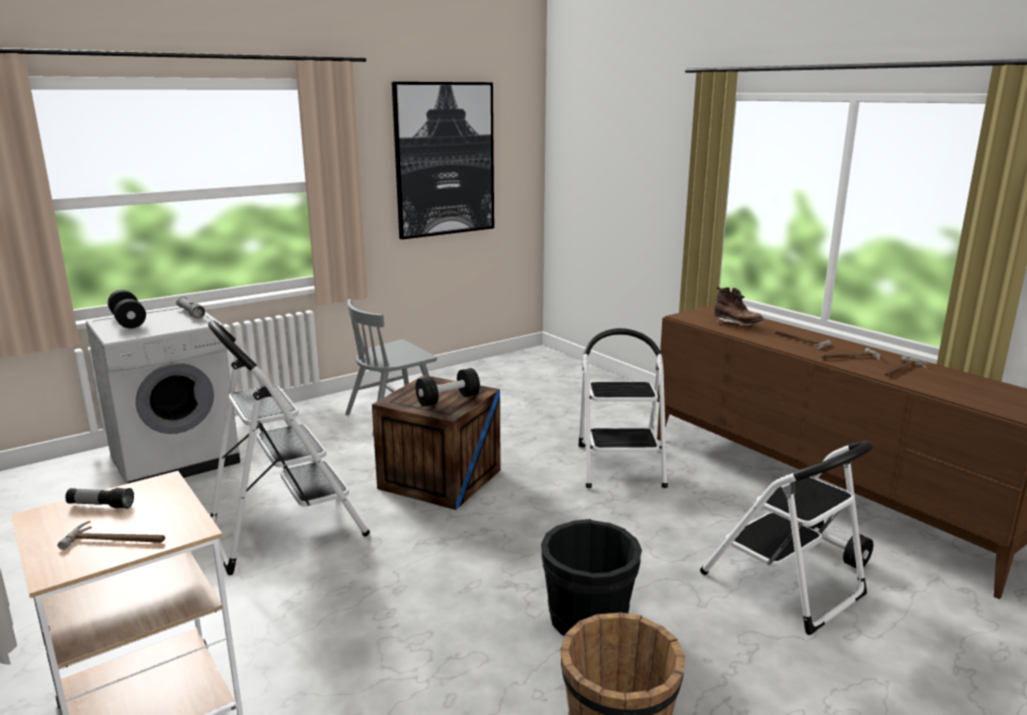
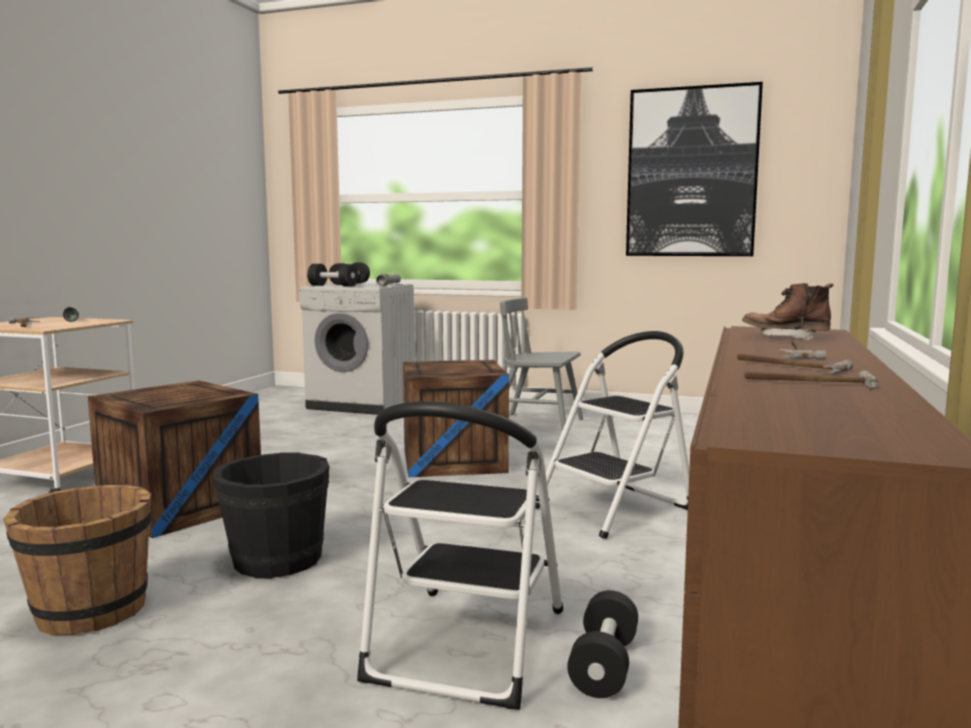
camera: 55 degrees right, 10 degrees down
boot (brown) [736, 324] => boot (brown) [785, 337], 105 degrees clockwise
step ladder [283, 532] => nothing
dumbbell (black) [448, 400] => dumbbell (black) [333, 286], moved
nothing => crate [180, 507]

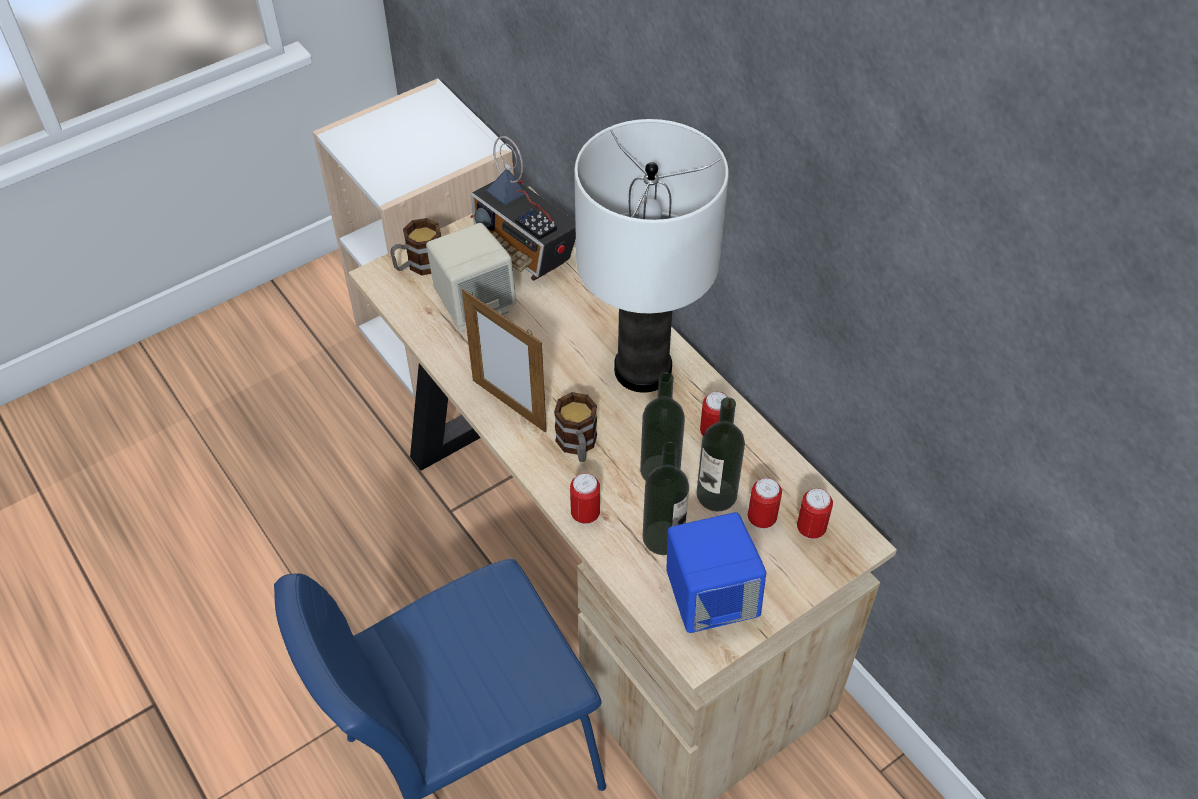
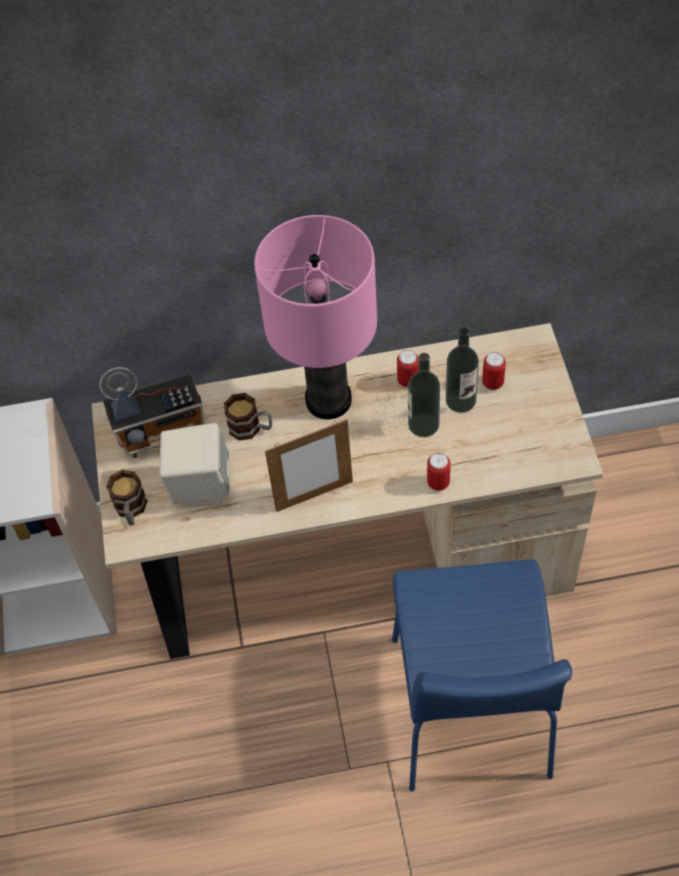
camera: 60 degrees left, 5 degrees up
table lamp (white) [642, 370] => table lamp (pink) [328, 401]
mug [578, 445] => mug [251, 428], moved
bottle [663, 538] => nothing
can [810, 529] => nothing
speaker (blue) [710, 600] => nothing

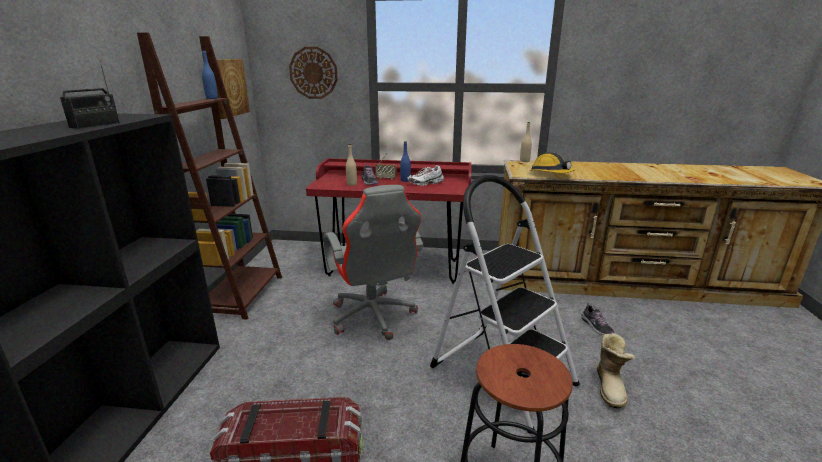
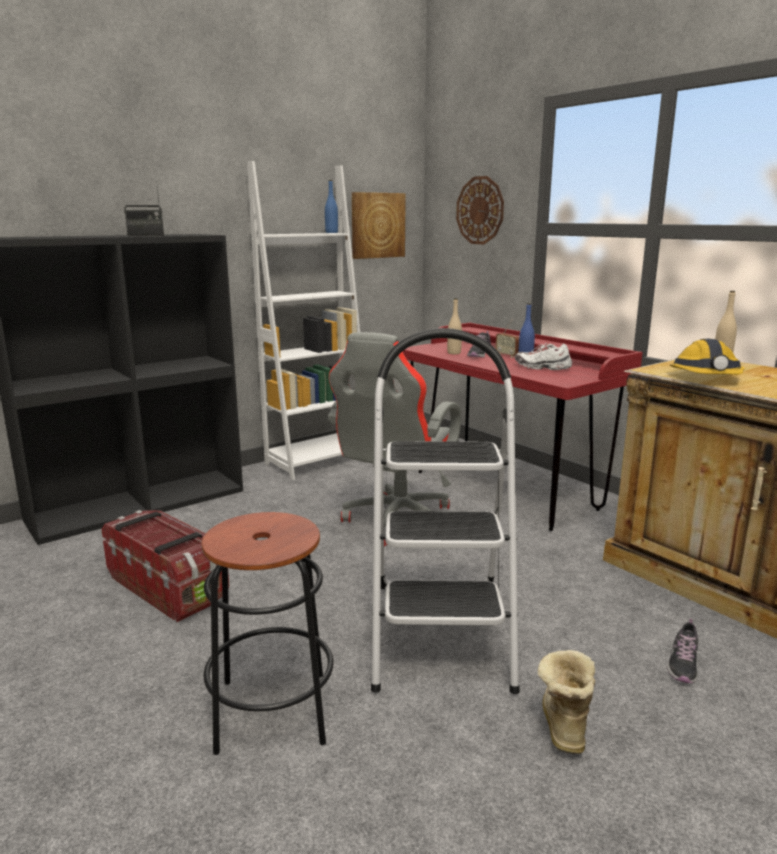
camera: 45 degrees right, 5 degrees down
bookcase (brown) [243, 295] => bookcase (white) [319, 460]
boot [611, 387] => boot [562, 724], 135 degrees clockwise

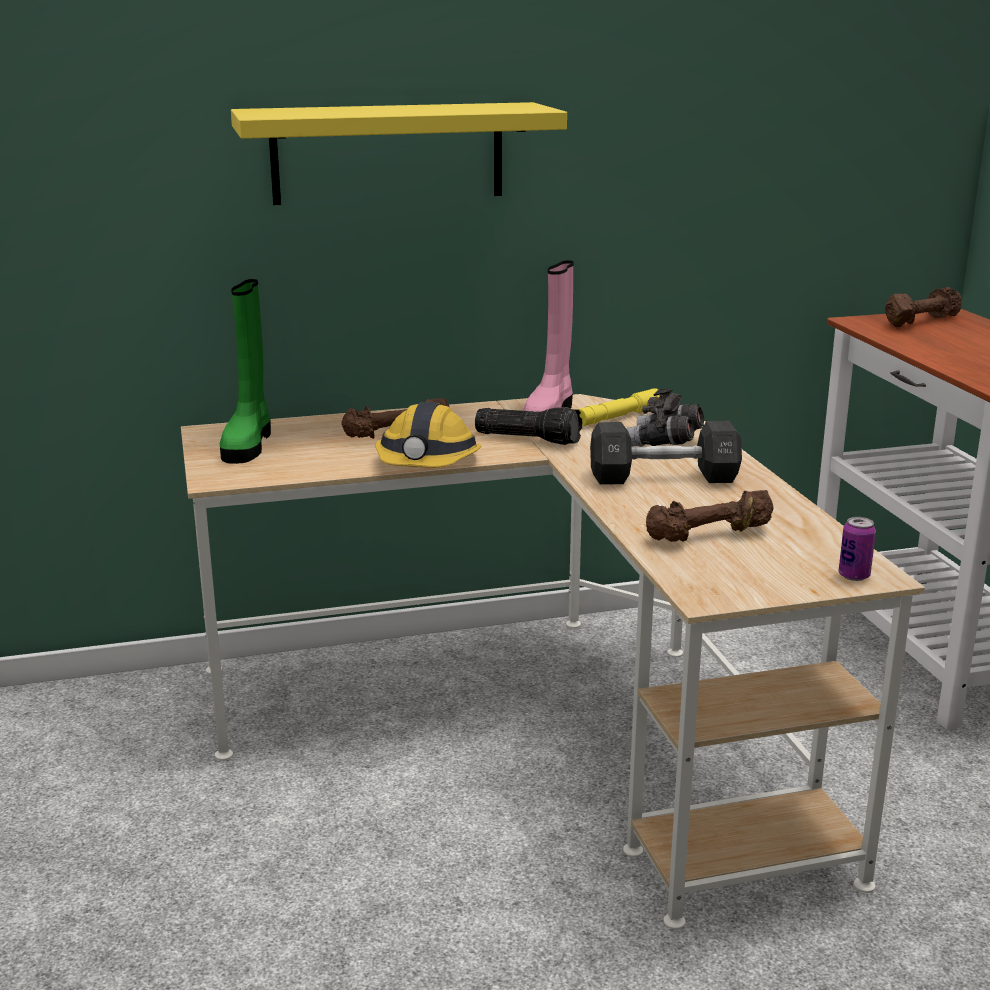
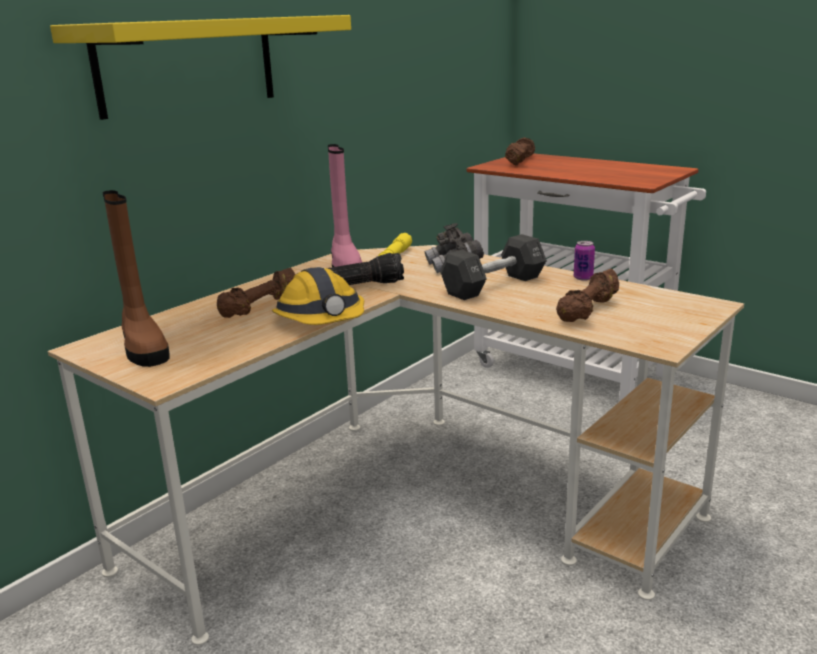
camera: 35 degrees left, 0 degrees up
boot (green) [248, 444] => boot (brown) [143, 347]
can [854, 575] => can [583, 278], moved

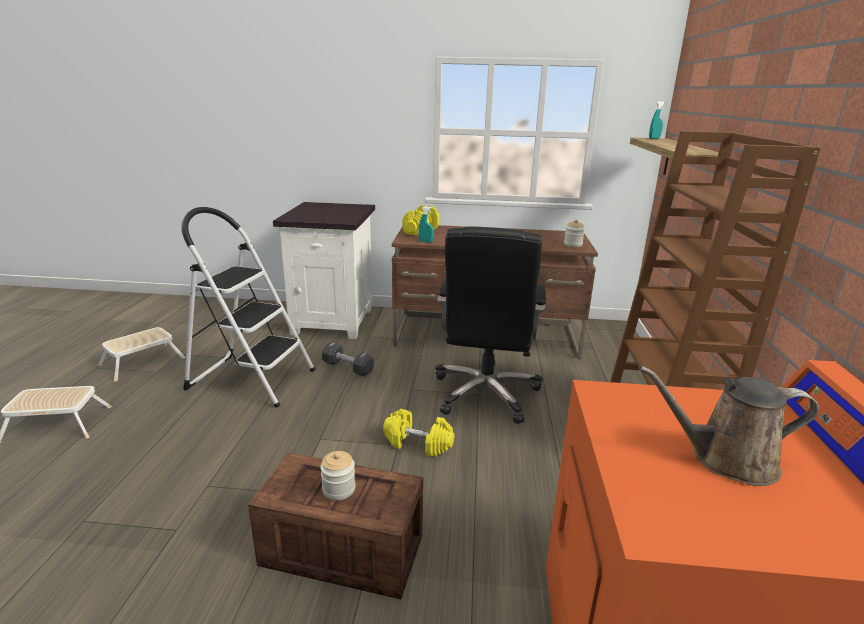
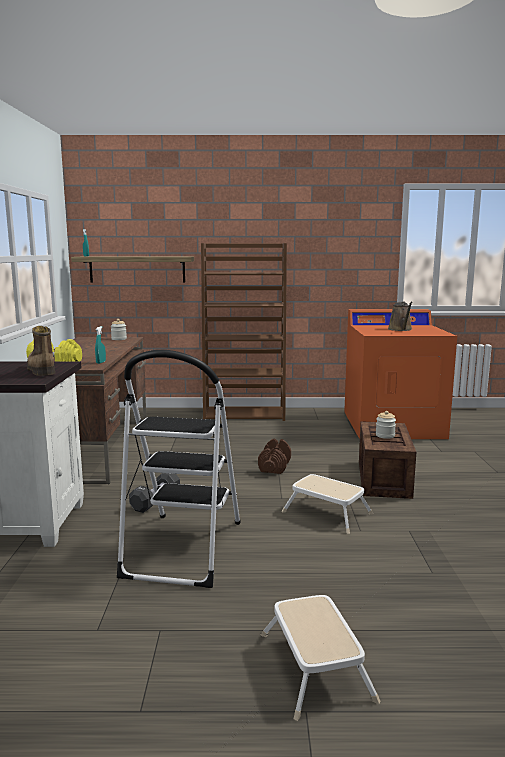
camera: 95 degrees left, 10 degrees down
office chair (black) [485, 392] => nothing
step ladder (beige) [142, 361] => step ladder (beige) [327, 512], moved
dumbbell (yellow) [418, 444] => dumbbell (brown) [274, 466]
nothing => boot [40, 370]

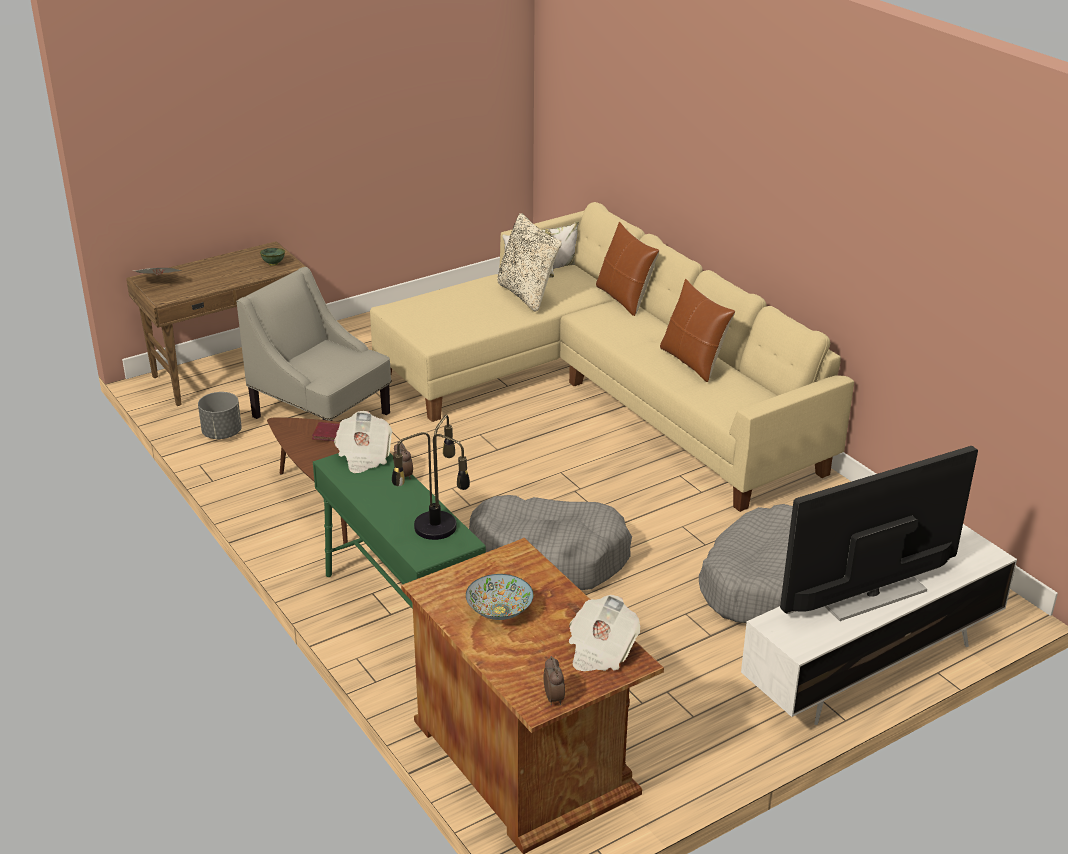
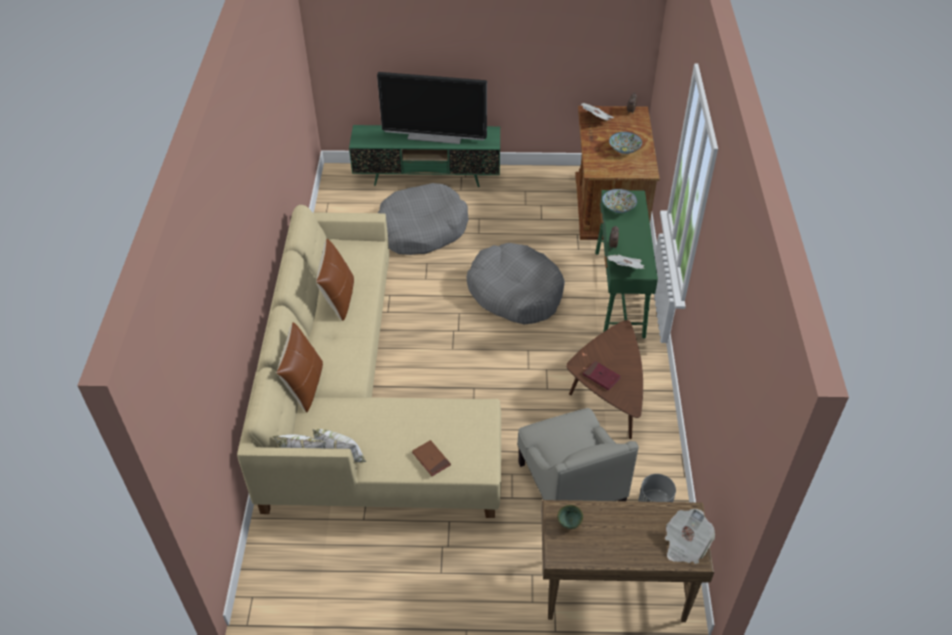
camera: 145 degrees left, 15 degrees up
pillow (beige) [527, 297] => nothing
table lamp [436, 527] => bowl [618, 208]
tv stand (white) [871, 666] => tv stand (green) [428, 177]
nothing => book (brown) [431, 459]

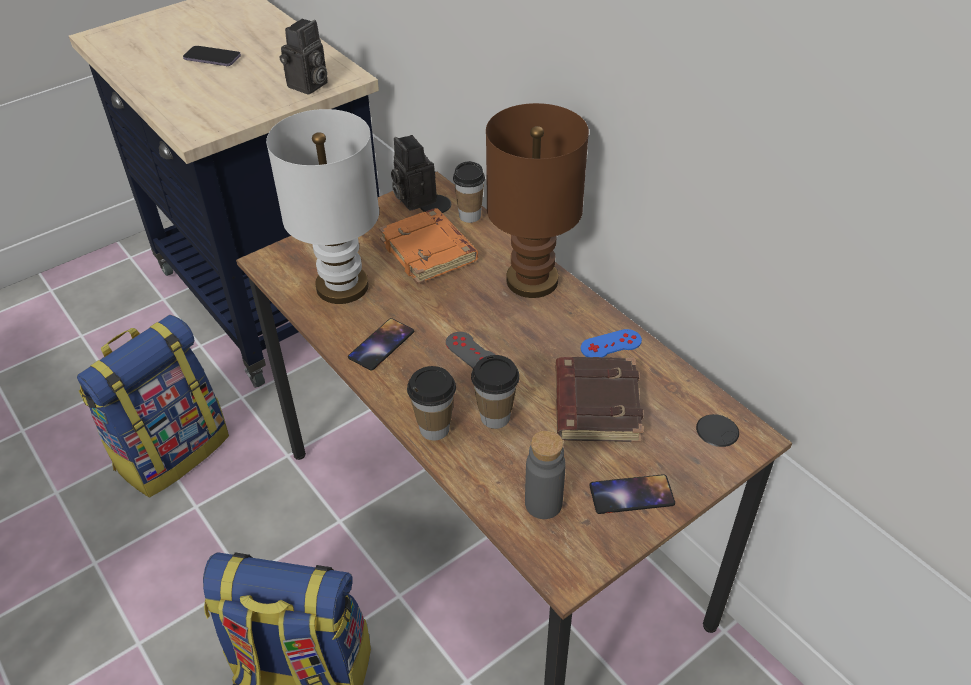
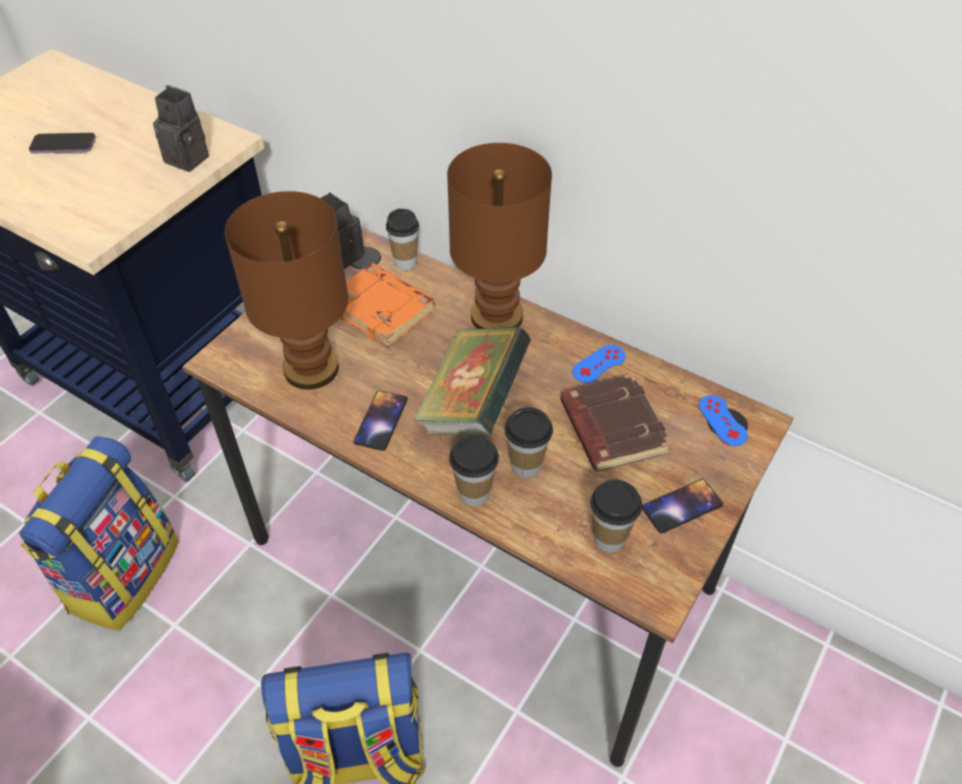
camera: 20 degrees left, 5 degrees up
photo camera [308, 86] => photo camera [190, 158], 75 degrees counterclockwise
table lamp (white) [341, 286] => table lamp (brown) [309, 369]
game controller (grey) [471, 352] => book [473, 405]
bottle (grey) [543, 504] => cup [609, 538]
nothing => game controller (blue) [722, 420]

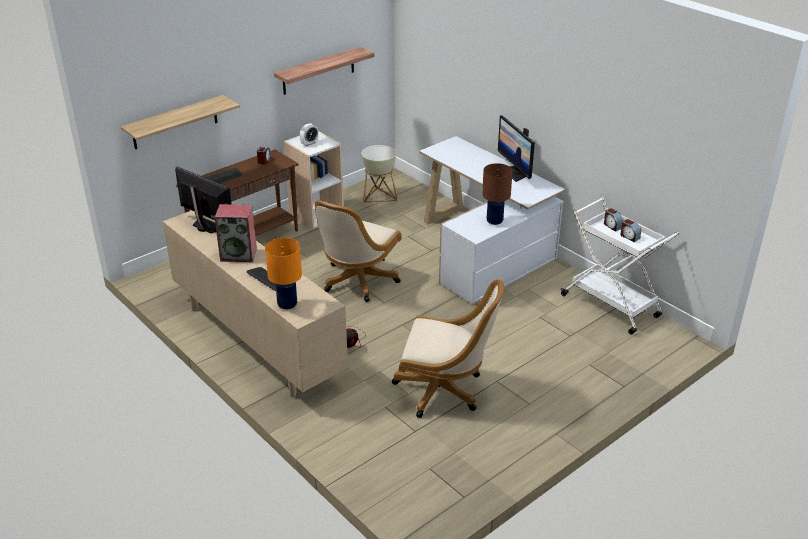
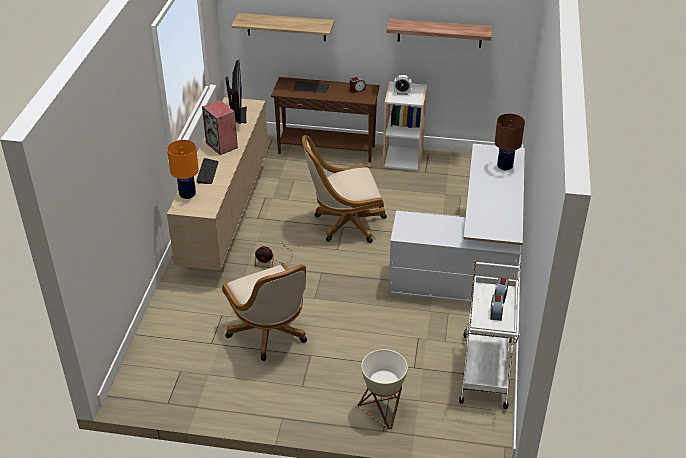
camera: 50 degrees right, 5 degrees up
monitor [515, 173] => nothing
planter [379, 196] => planter [382, 410], moved
table lamp (brown) [495, 222] => table lamp (brown) [504, 167], moved

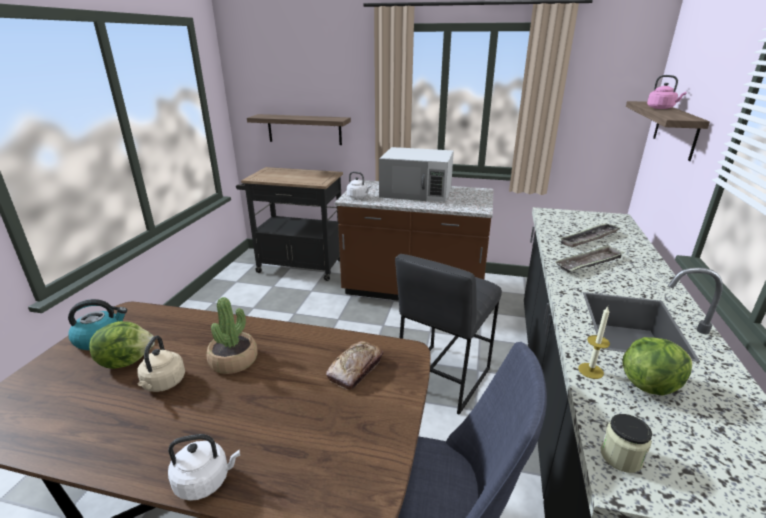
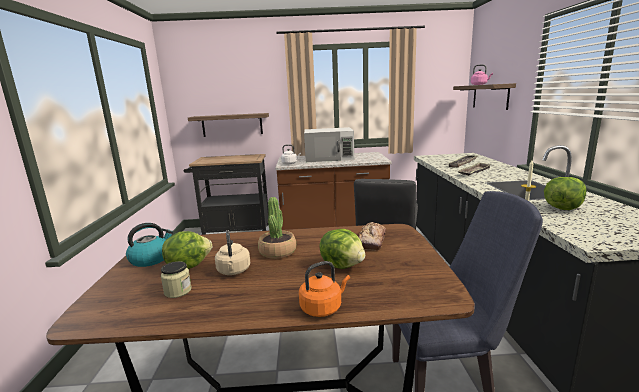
camera: 15 degrees left, 10 degrees down
jar [621, 456] => jar [178, 291], moved
kettle (white) [205, 481] => kettle (orange) [323, 308]
nothing => lettuce [343, 265]

